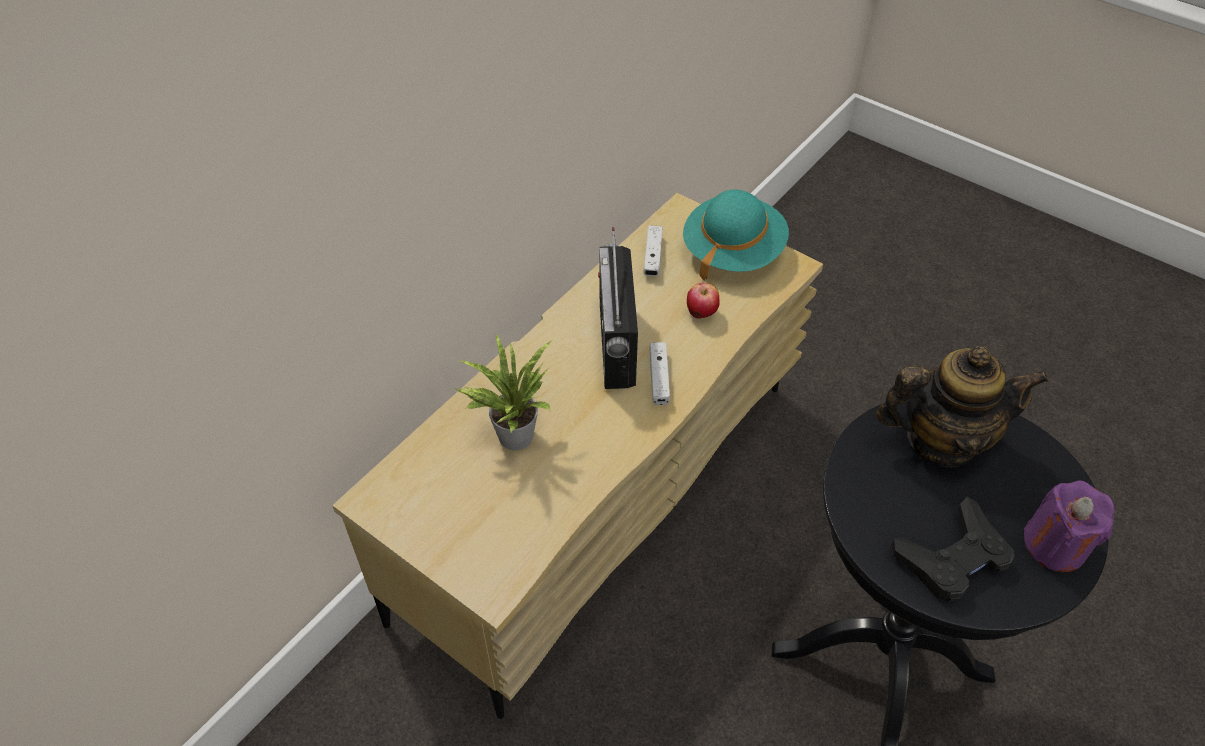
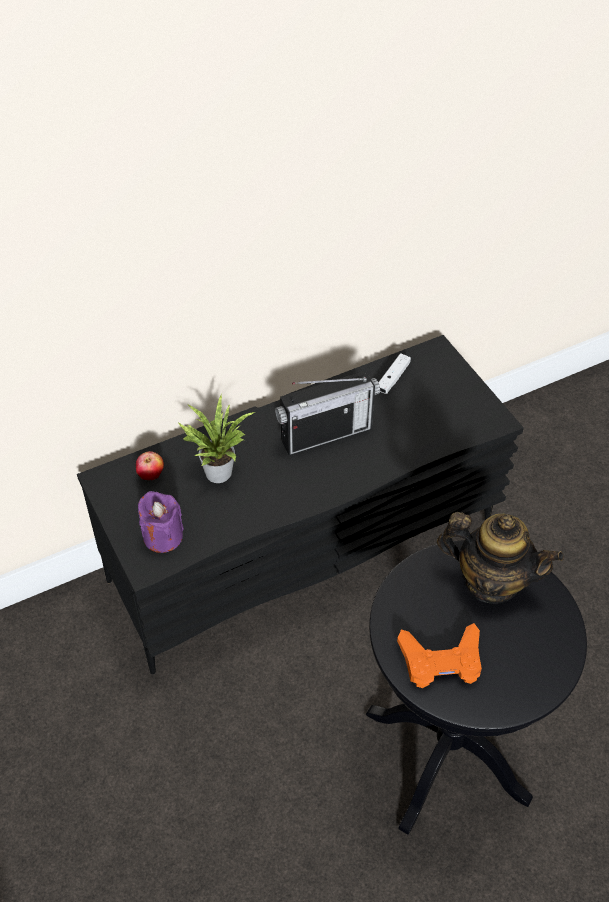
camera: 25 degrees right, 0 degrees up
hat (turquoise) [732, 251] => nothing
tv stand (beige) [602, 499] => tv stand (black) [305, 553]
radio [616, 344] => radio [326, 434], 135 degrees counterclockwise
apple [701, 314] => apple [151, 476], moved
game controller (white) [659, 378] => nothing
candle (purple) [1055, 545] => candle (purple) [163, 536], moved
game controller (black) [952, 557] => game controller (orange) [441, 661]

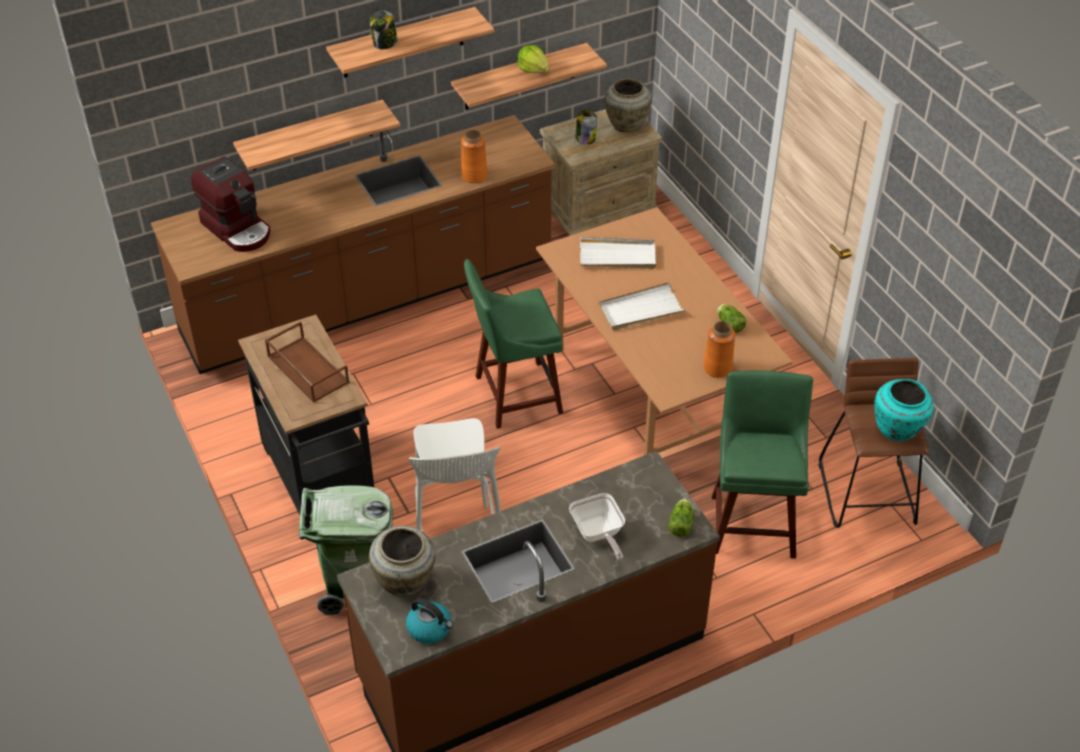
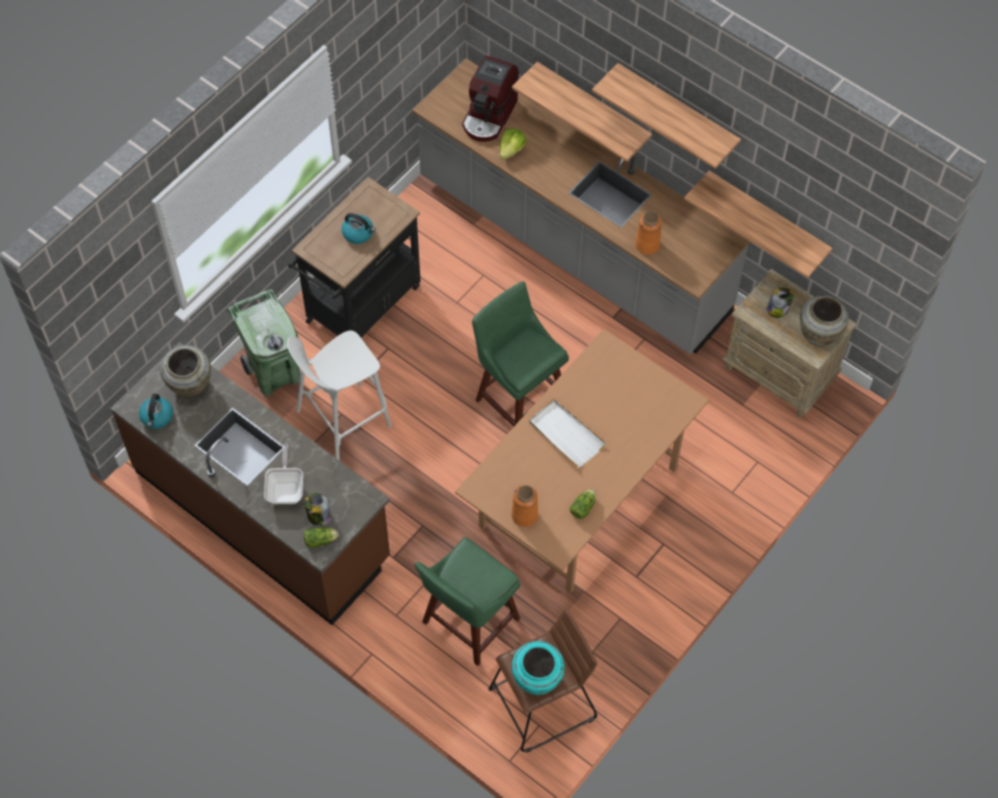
camera: 65 degrees right, 15 degrees up
jar [385, 43] => jar [318, 516], moved
lettuce [533, 69] => lettuce [511, 150], moved
counter (brown) [369, 299] => counter (grey) [572, 247]
tray (white) [617, 256] => nothing
tray (brown) [306, 369] => kettle [358, 233]
chair (green) [753, 521] => chair (green) [467, 623], 150 degrees clockwise
frying pan [598, 534] => frying pan [286, 488], 135 degrees clockwise

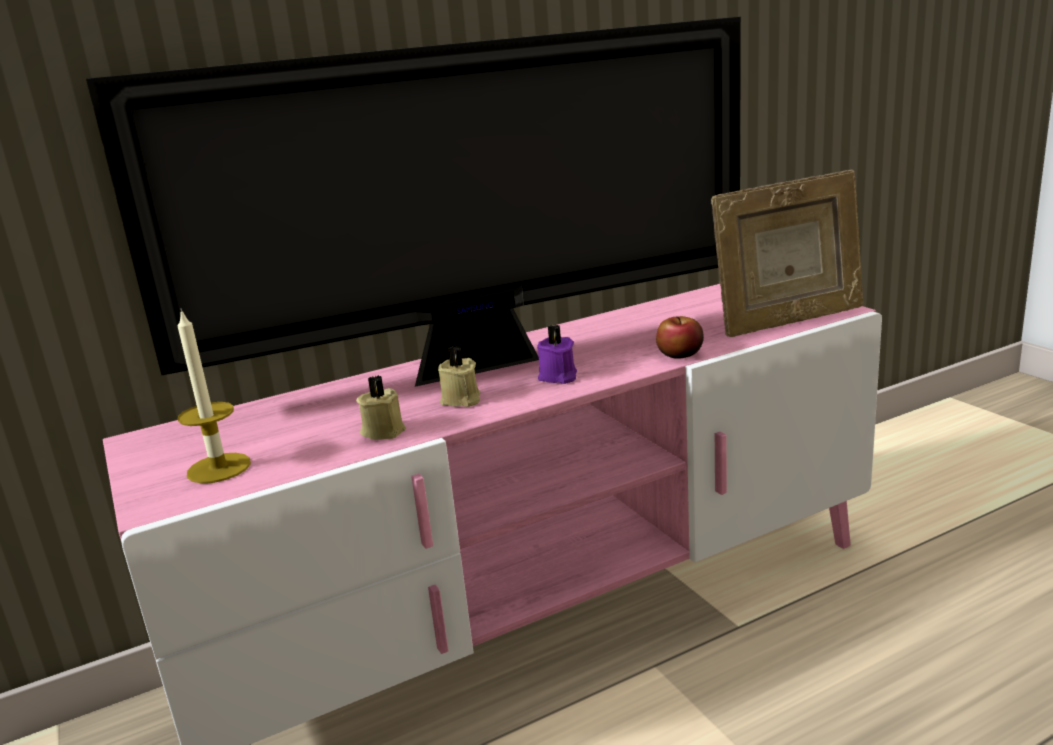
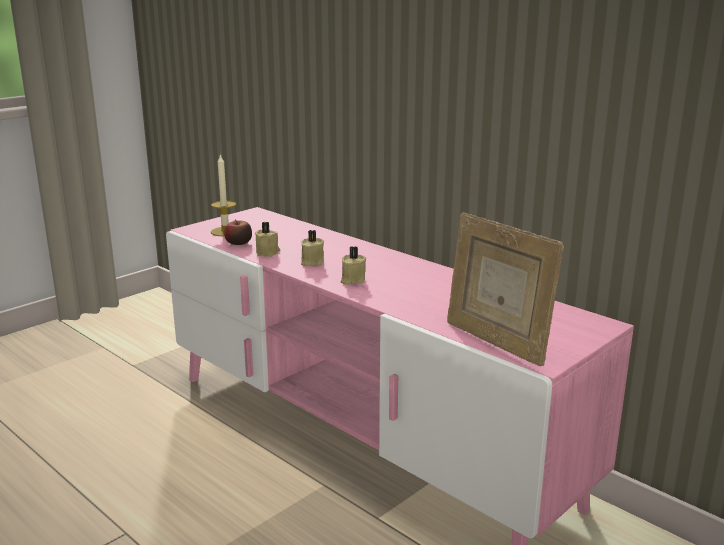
camera: 70 degrees right, 0 degrees up
television [482, 365] => nothing
apple [680, 354] => apple [238, 243], moved
candle (purple) [558, 377] => candle (beige) [352, 280]

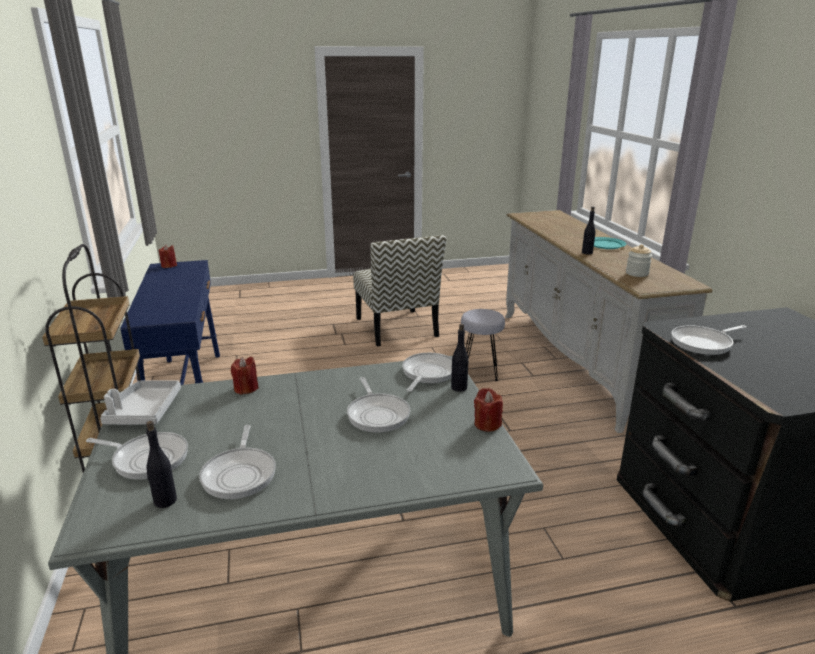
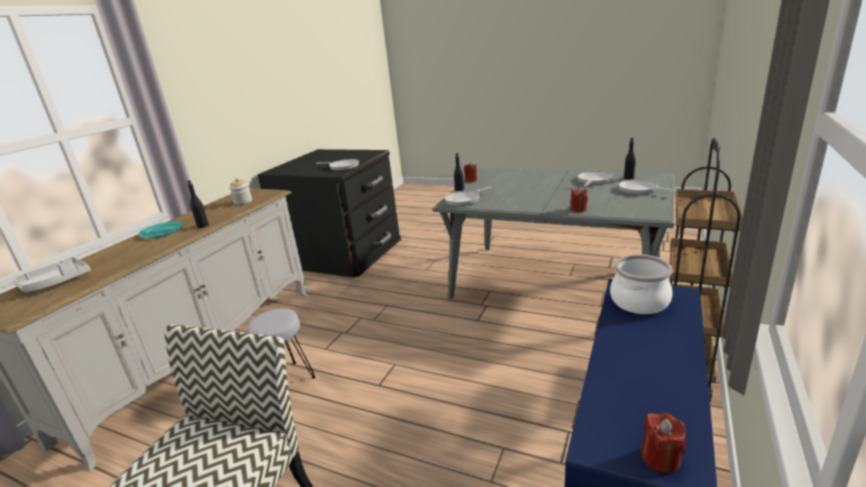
camera: 140 degrees left, 0 degrees up
frying pan [377, 414] => nothing
tray (grey) [144, 411] => tray (grey) [56, 282], moved
nothing => cooking pot [640, 302]

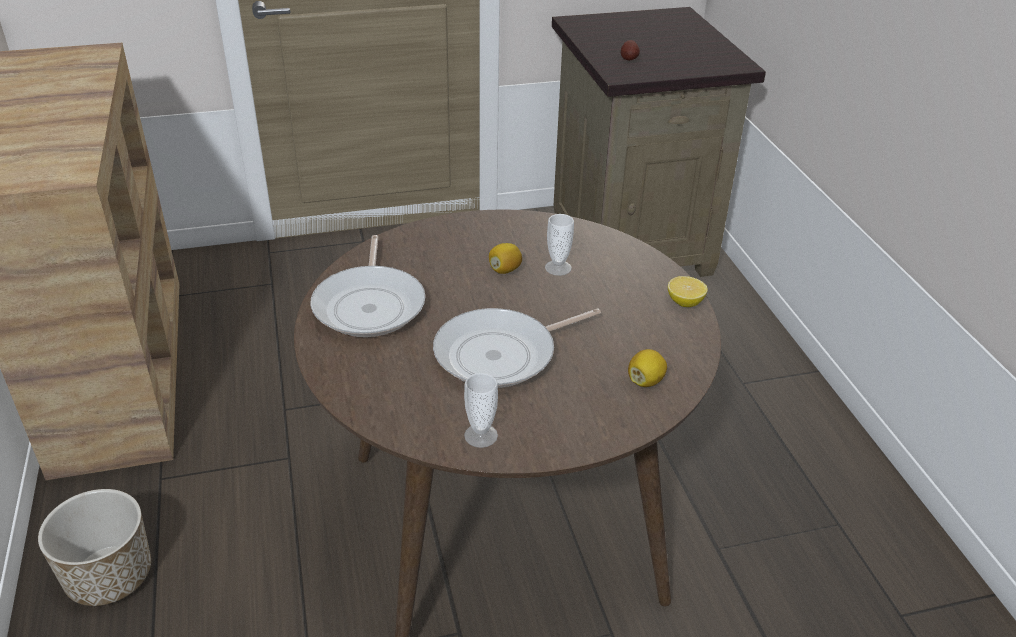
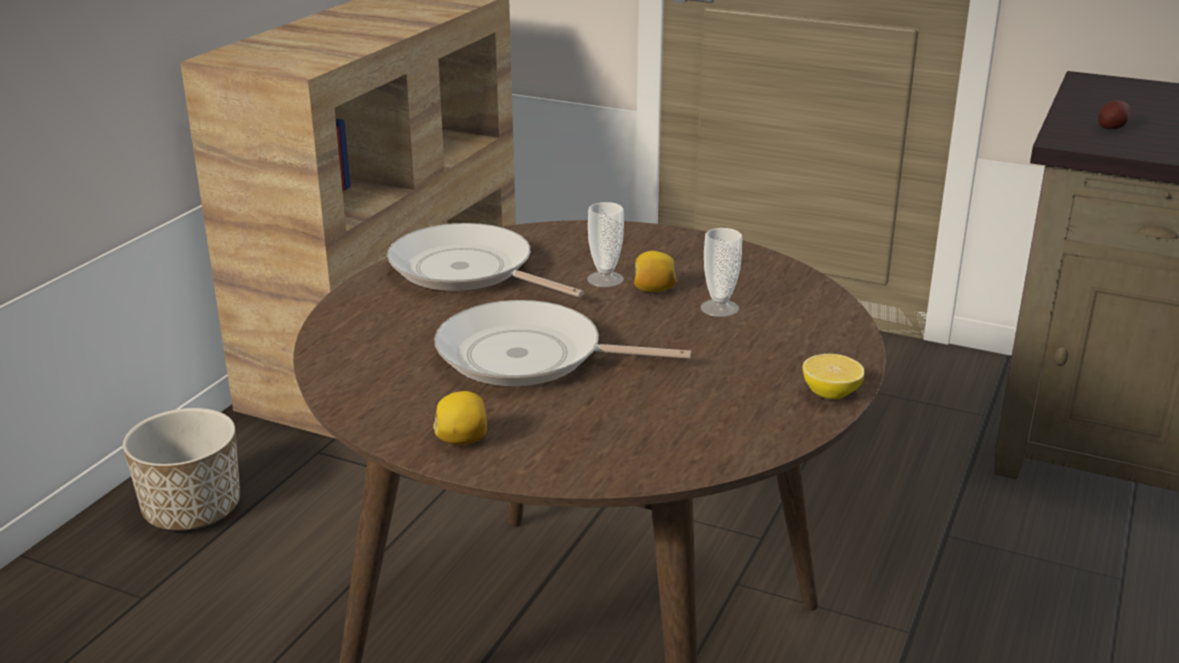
camera: 40 degrees right, 10 degrees down
frying pan [370, 304] => frying pan [467, 271], 90 degrees clockwise
lemon [645, 381] => lemon [463, 440], moved
cup [481, 435] => cup [605, 279], moved

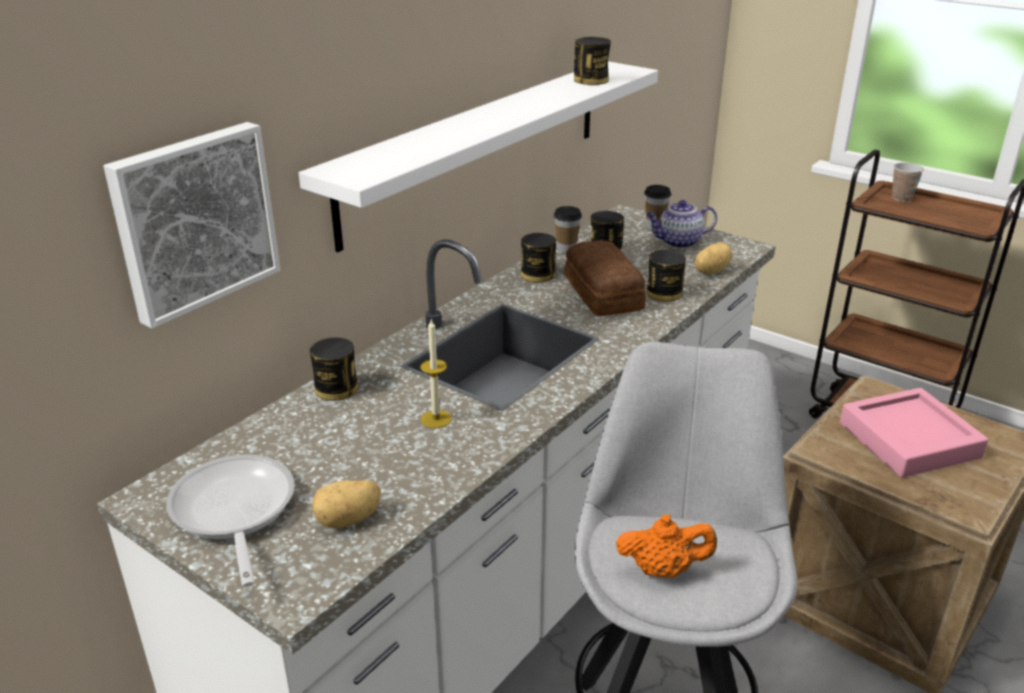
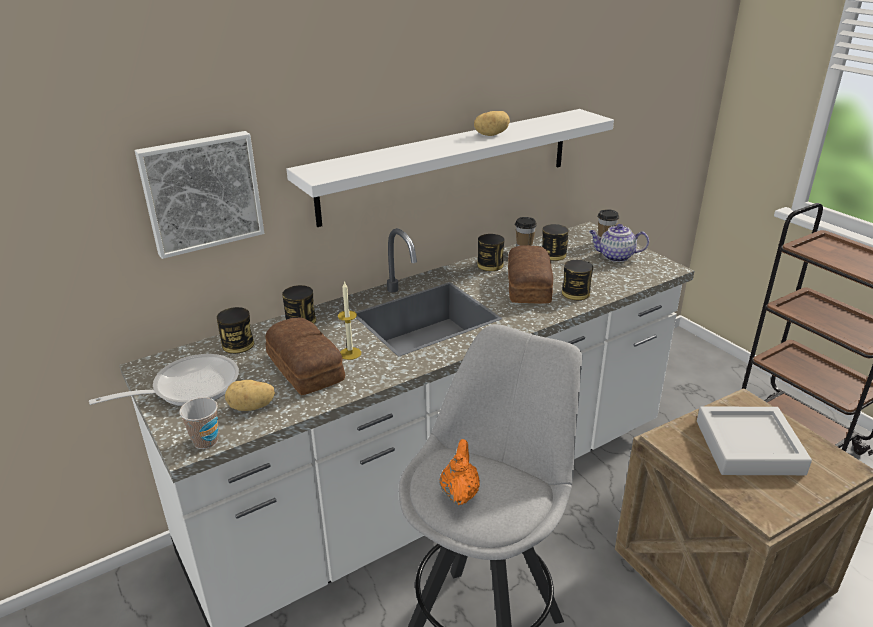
camera: 20 degrees right, 0 degrees up
can [591, 80] => can [238, 344], moved
cup [901, 198] => cup [205, 441], moved
potato [710, 271] => potato [491, 134], moved
tray (pink) [908, 440] => tray (grey) [748, 447]
frying pan [233, 513] => frying pan [188, 388], 60 degrees clockwise
teapot (orange) [663, 570] => teapot (orange) [459, 493], 105 degrees counterclockwise
nothing => bread [306, 366]

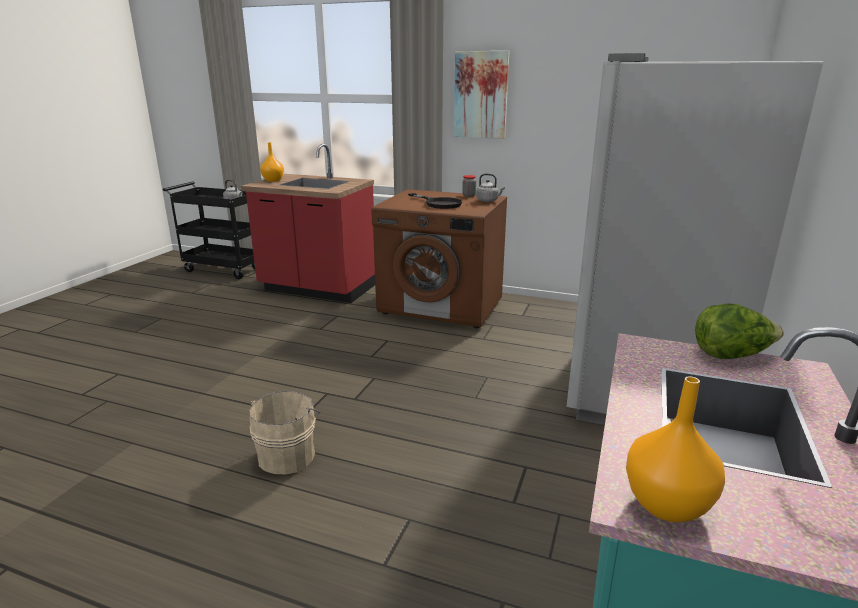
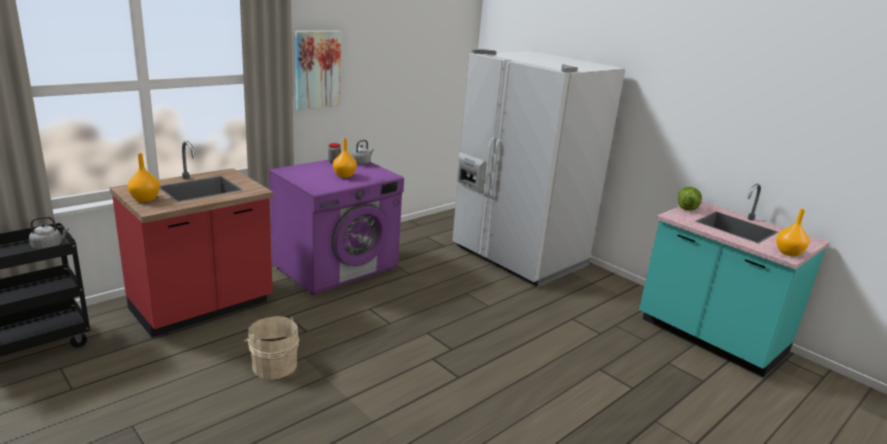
camera: 65 degrees left, 0 degrees up
washing machine (brown) [441, 308] => washing machine (purple) [337, 269]
frying pan (black) [439, 203] => vase (orange) [344, 175]
bucket (beige) [288, 455] => bucket (beige) [273, 365], moved

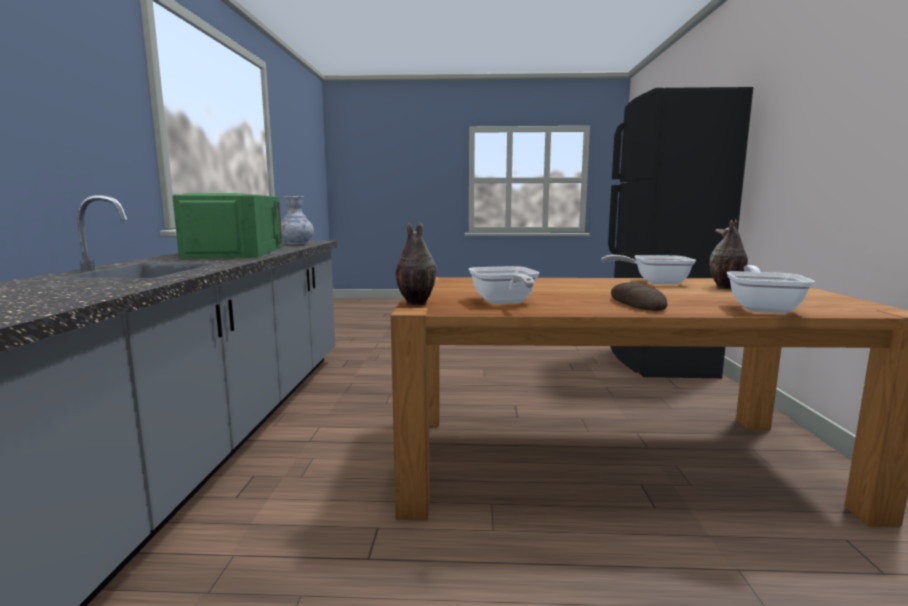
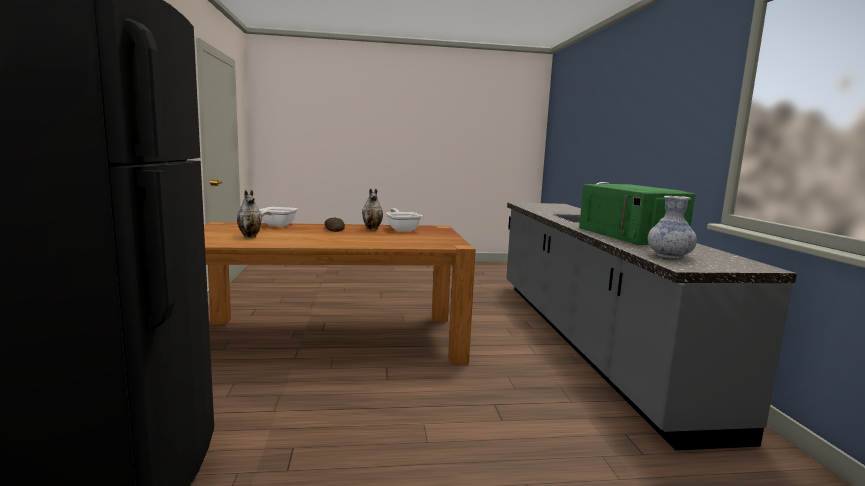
camera: 170 degrees right, 0 degrees up
vase [415, 303] => vase [372, 229], moved
frying pan [654, 282] => nothing

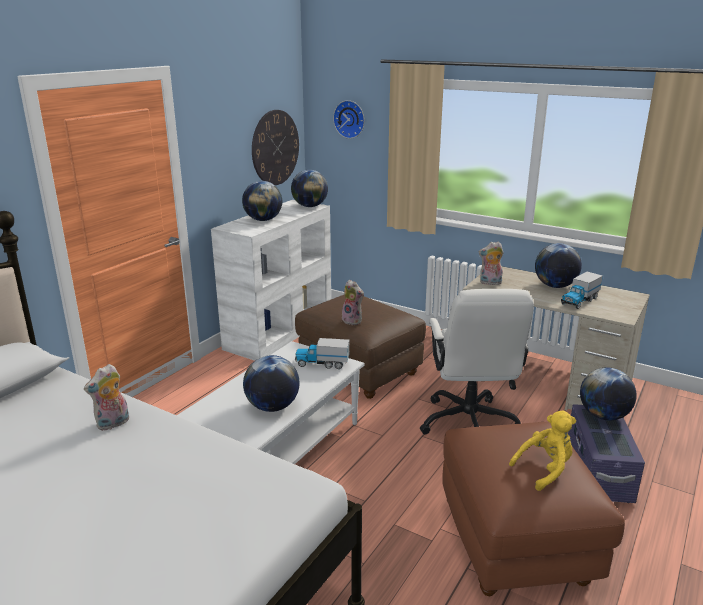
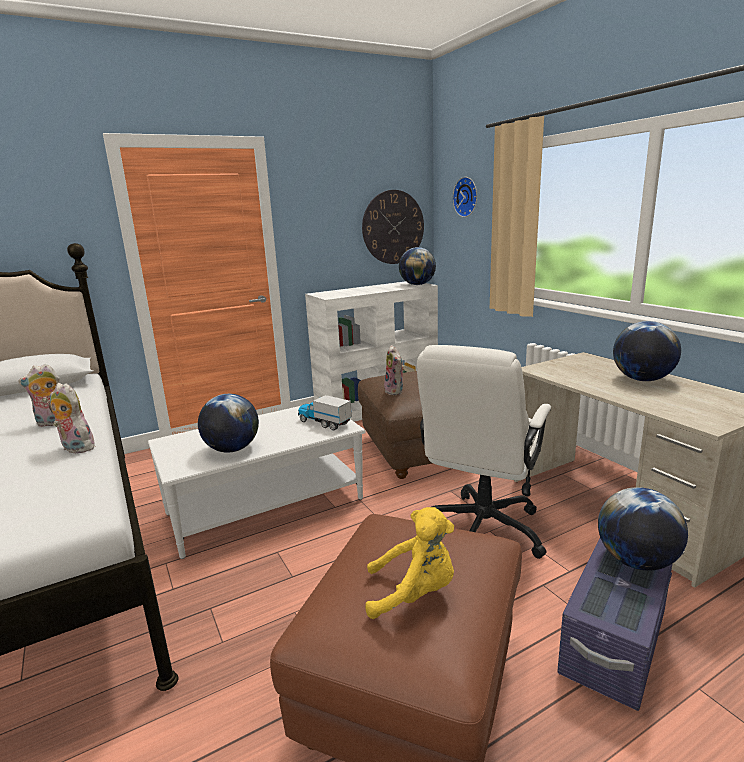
camera: 30 degrees right, 5 degrees down
globe [263, 220] => nothing
plush toy [490, 283] => plush toy [75, 448], moved
toy truck [579, 301] => nothing

